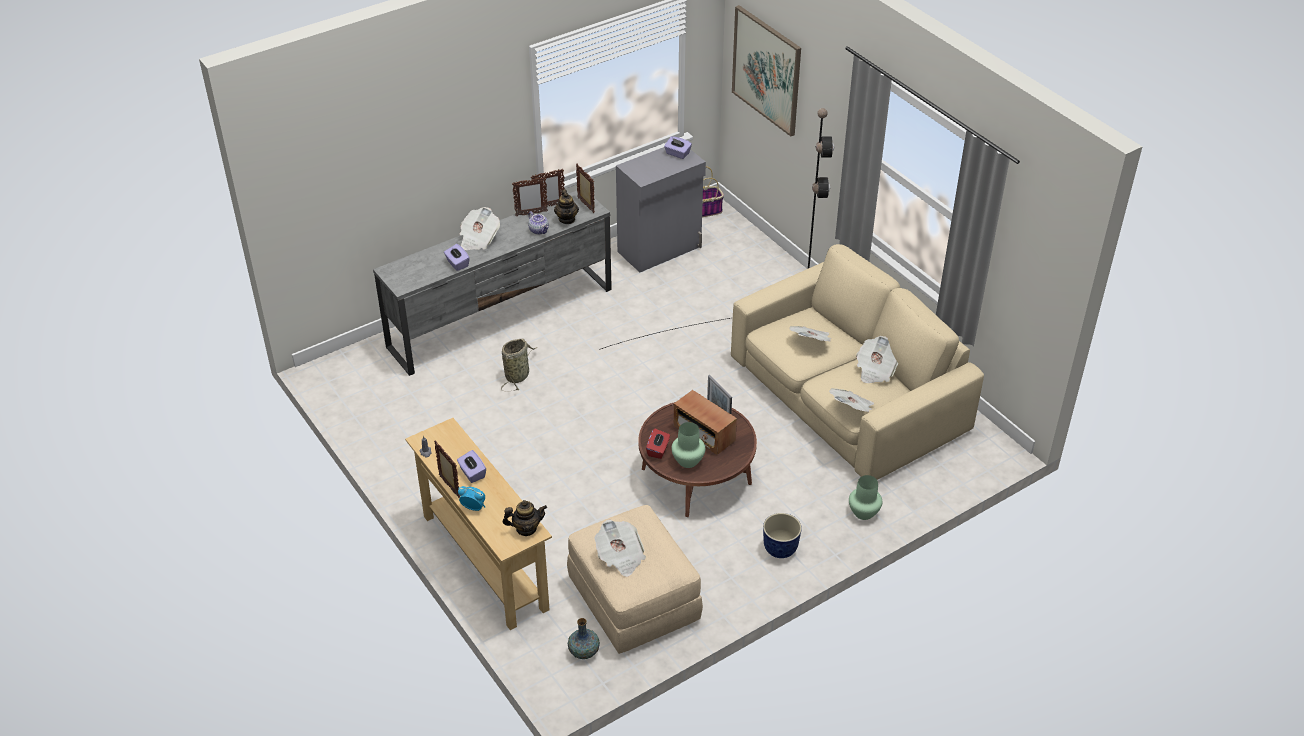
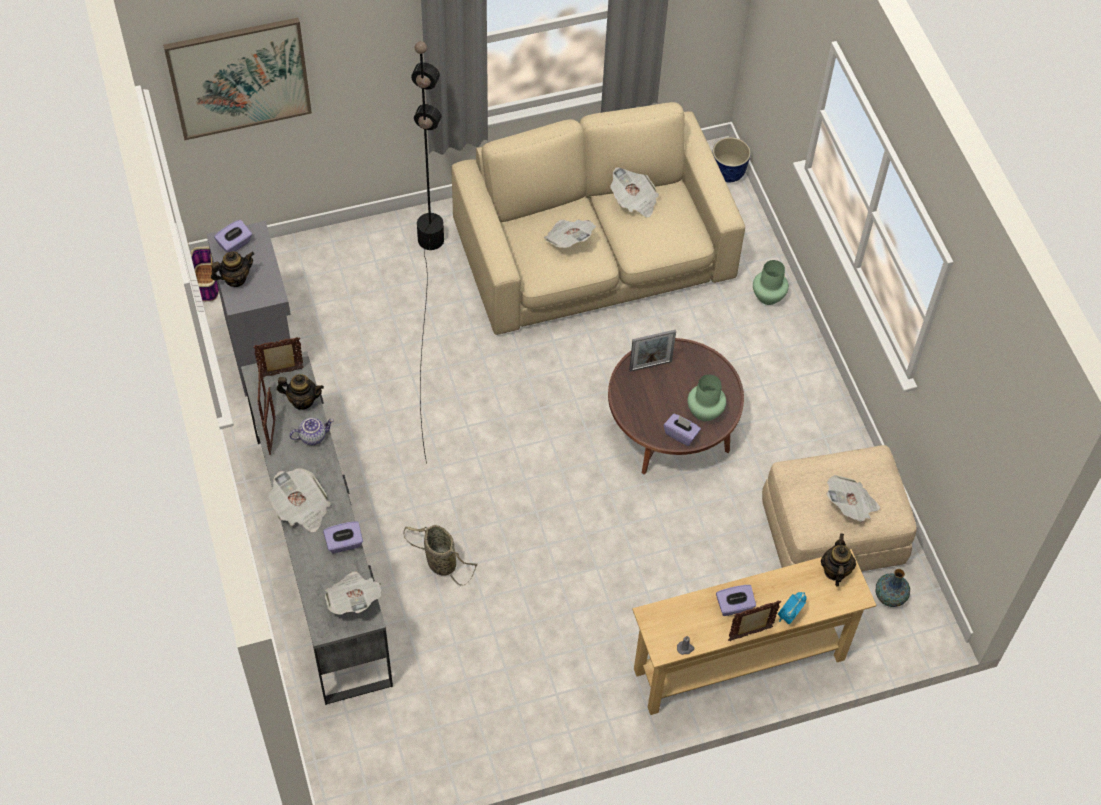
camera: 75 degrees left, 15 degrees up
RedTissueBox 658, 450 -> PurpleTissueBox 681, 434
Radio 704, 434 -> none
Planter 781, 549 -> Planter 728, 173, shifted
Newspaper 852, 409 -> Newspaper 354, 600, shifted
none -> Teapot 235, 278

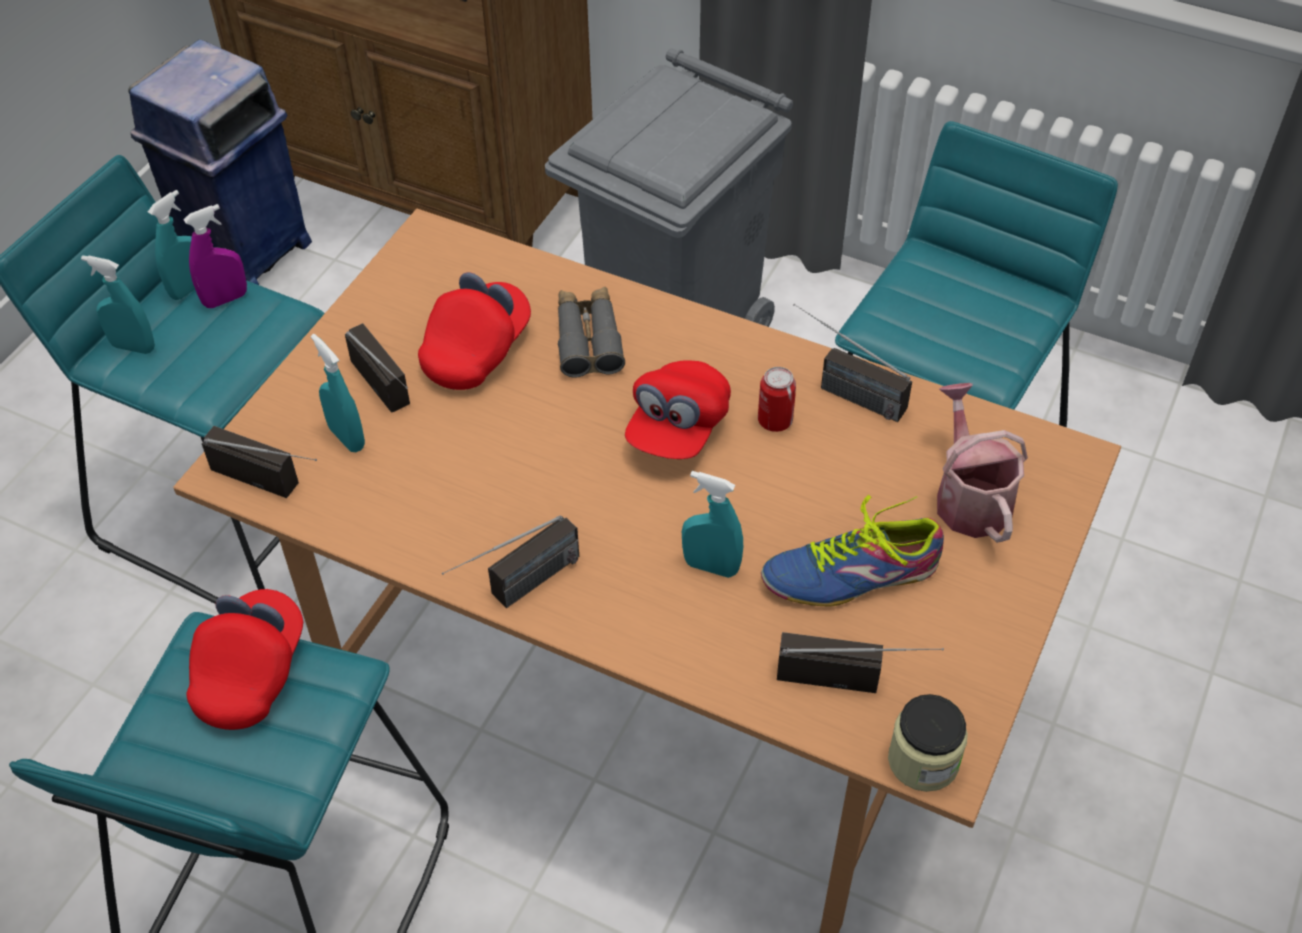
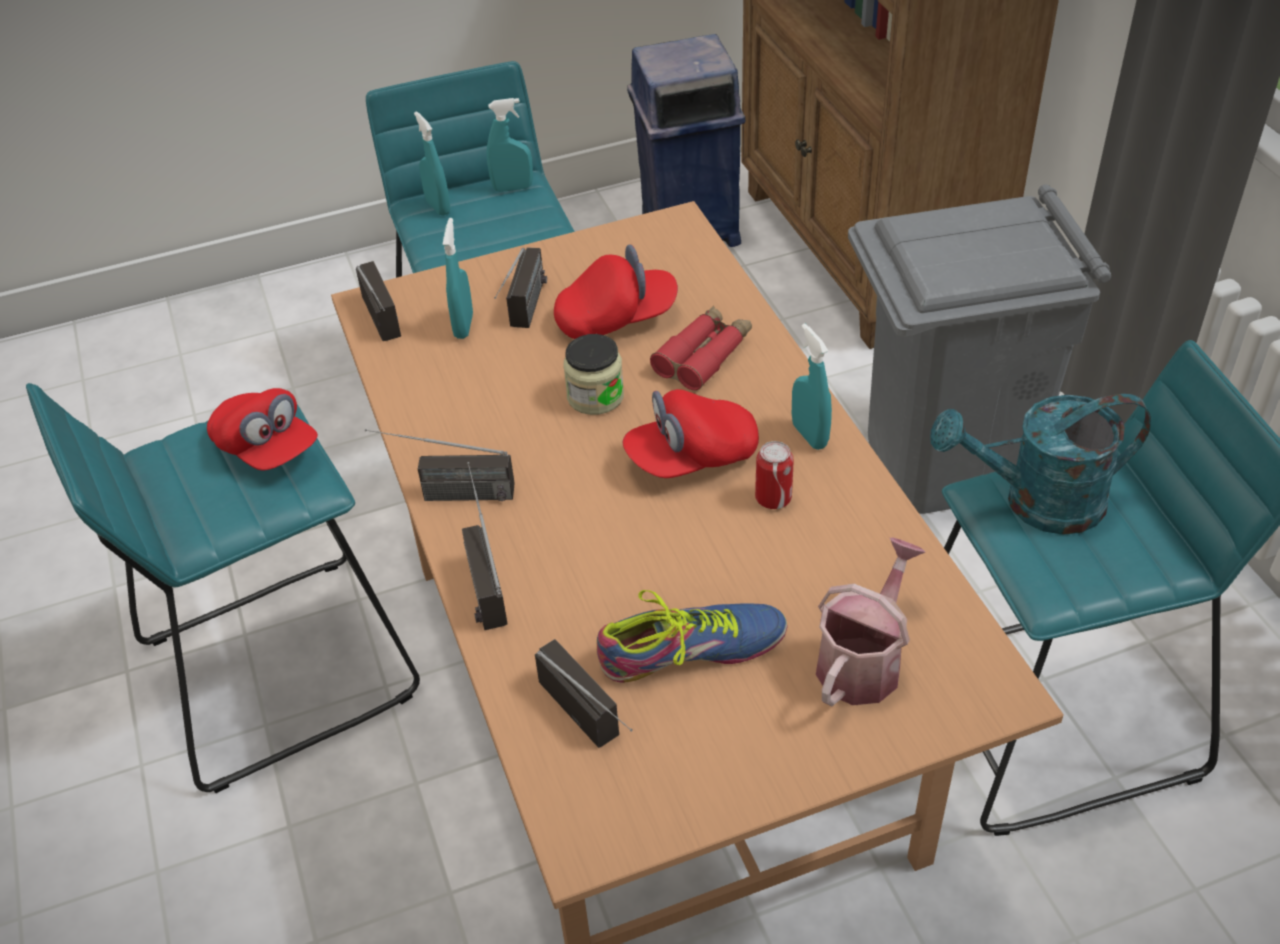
camera: 45 degrees right, 5 degrees down
PurpleSprayBottle 225, 299 -> none
RedCap 251, 672 -> RedCap 267, 448, 75 degrees clockwise
GreyBinoculars 588, 339 -> RedBinoculars 704, 356
TurquoiseSprayBottle 711, 566 -> TurquoiseSprayBottle 809, 435, shifted
Shoe 852, 575 -> Shoe 691, 650, 135 degrees clockwise
Radio 841, 391 -> Radio 479, 573, shifted
Jar 923, 761 -> Jar 595, 396, shifted
none -> TurquoiseWateringCan 1036, 502

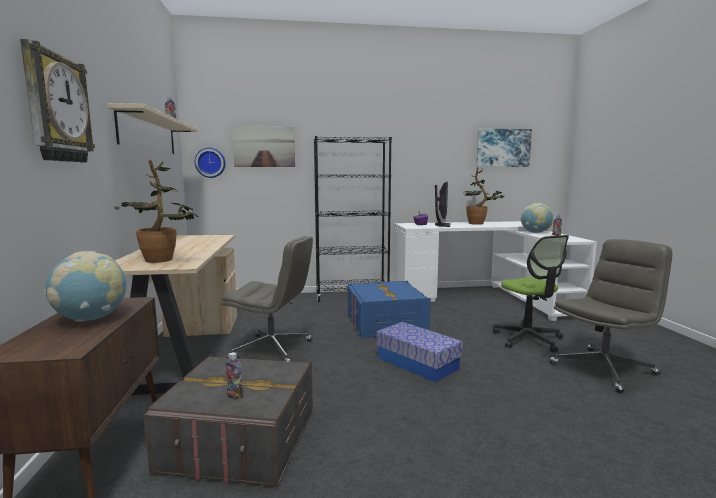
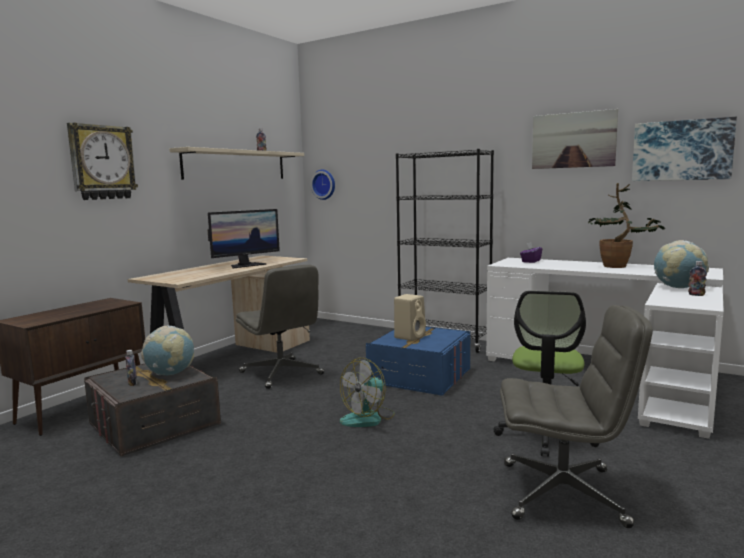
camera: 40 degrees right, 0 degrees up
Globe 91, 319 -> Globe 170, 374, shifted
PottedPlant 162, 261 -> none
Picture 264, 146 -> Picture 573, 140, shifted
StorageBox 417, 363 -> Fan 368, 418
Monitor 442, 225 -> Monitor 246, 265, shifted
none -> BeigeSpeaker 410, 336

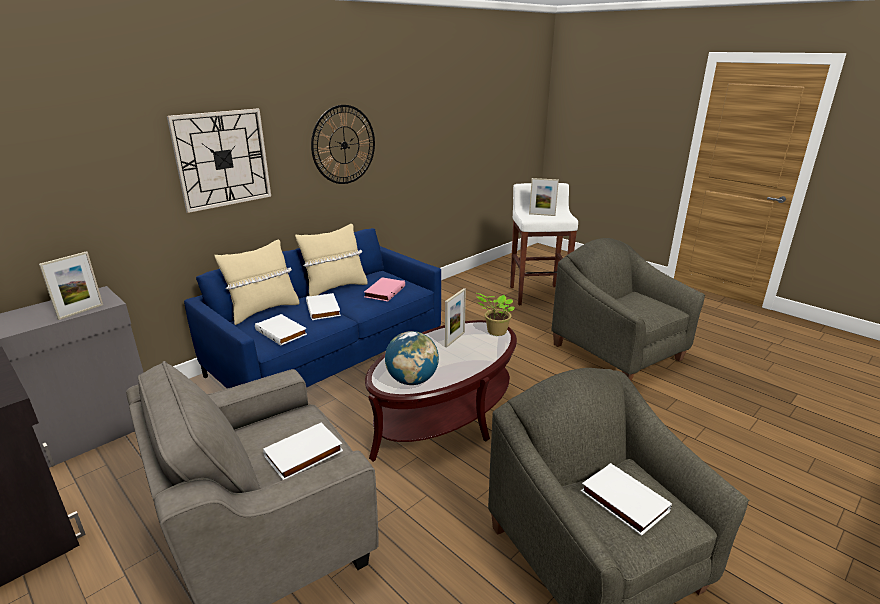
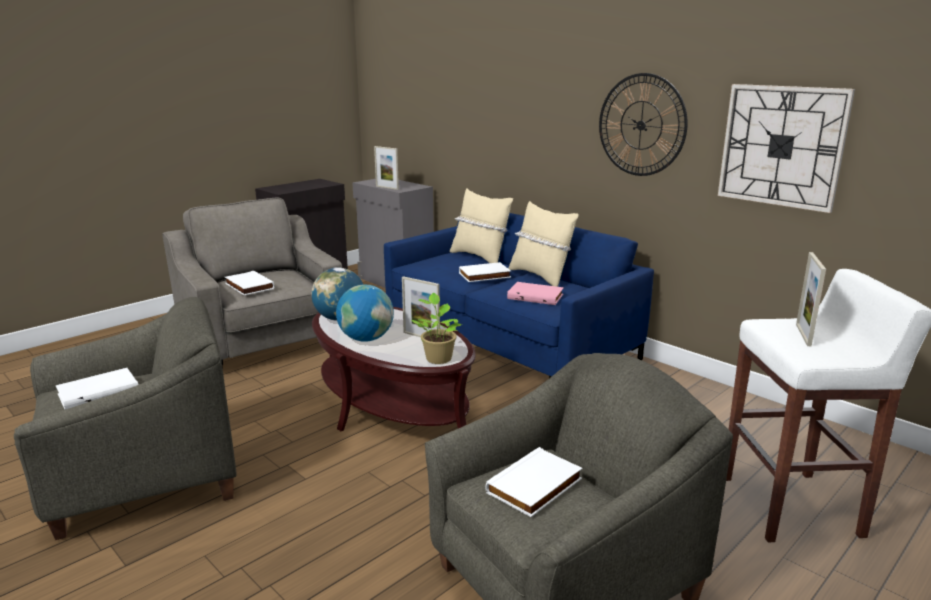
camera: 90 degrees right, 5 degrees down
WallClock 222, 159 -> WallClock 781, 146, shifted
WhiteBook 282, 332 -> WhiteBook 535, 487, shifted
none -> Globe 366, 339

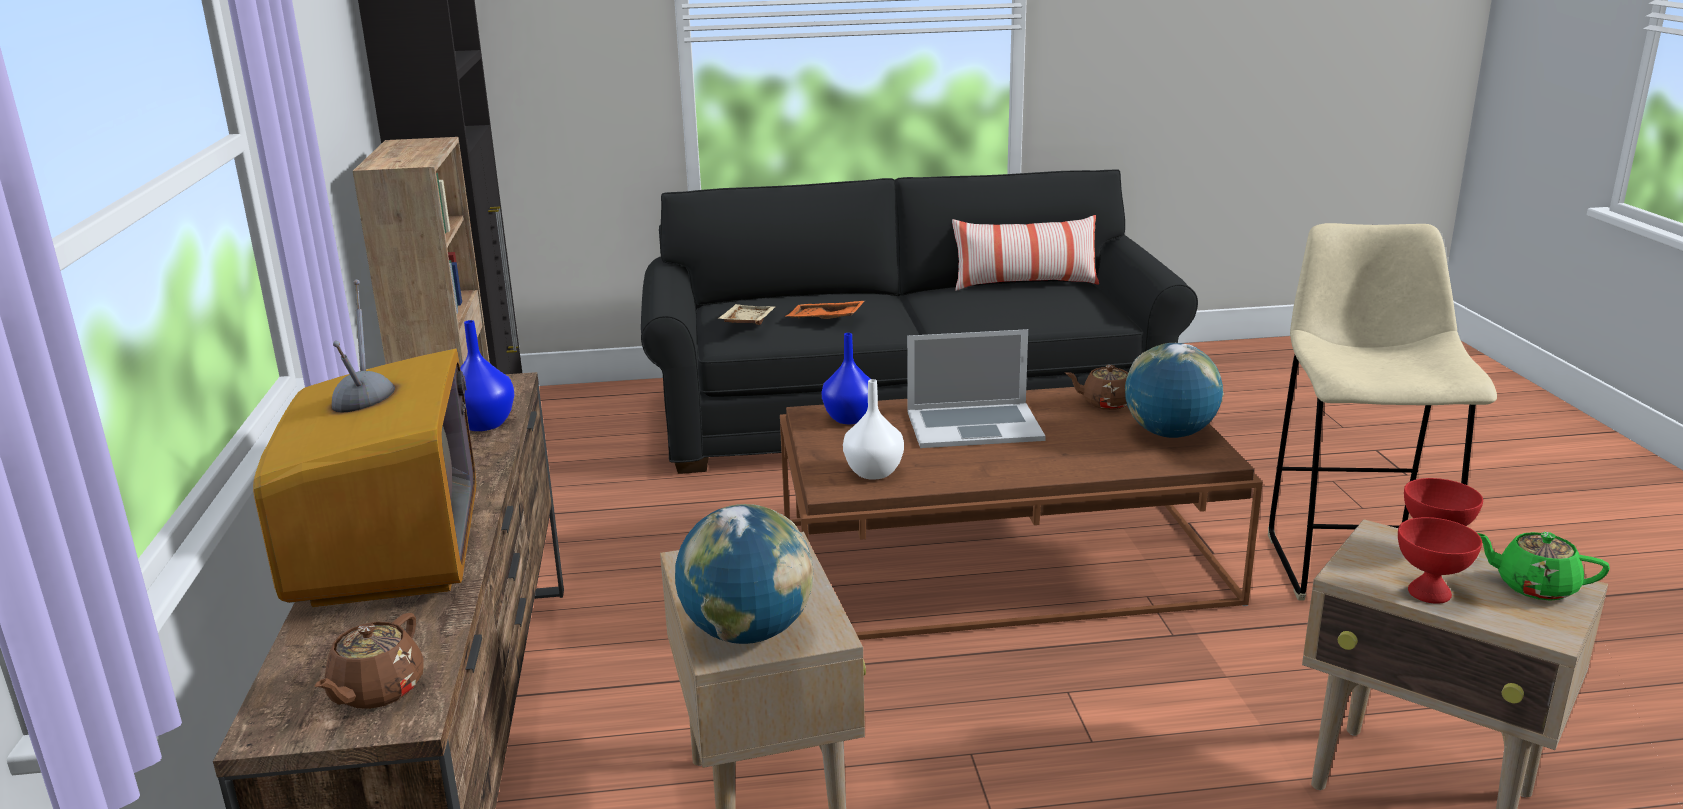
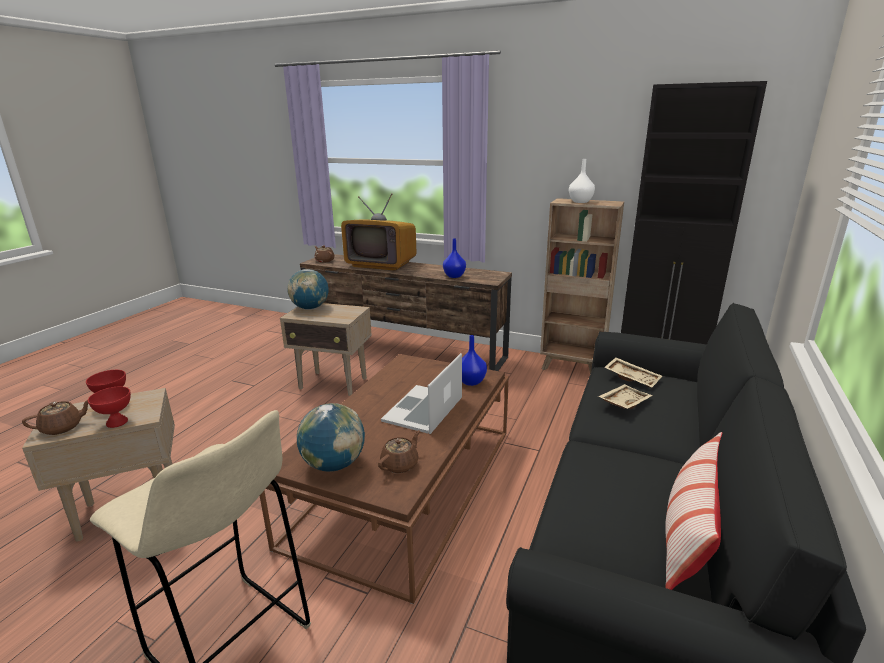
camera: 120 degrees right, 0 degrees up
OrangeTray 825, 319 -> BeigeTray 623, 402
WhiteVase 872, 472 -> WhiteVase 580, 201, shifted
GreenTeapot 1534, 586 -> BrownTeapot 63, 427

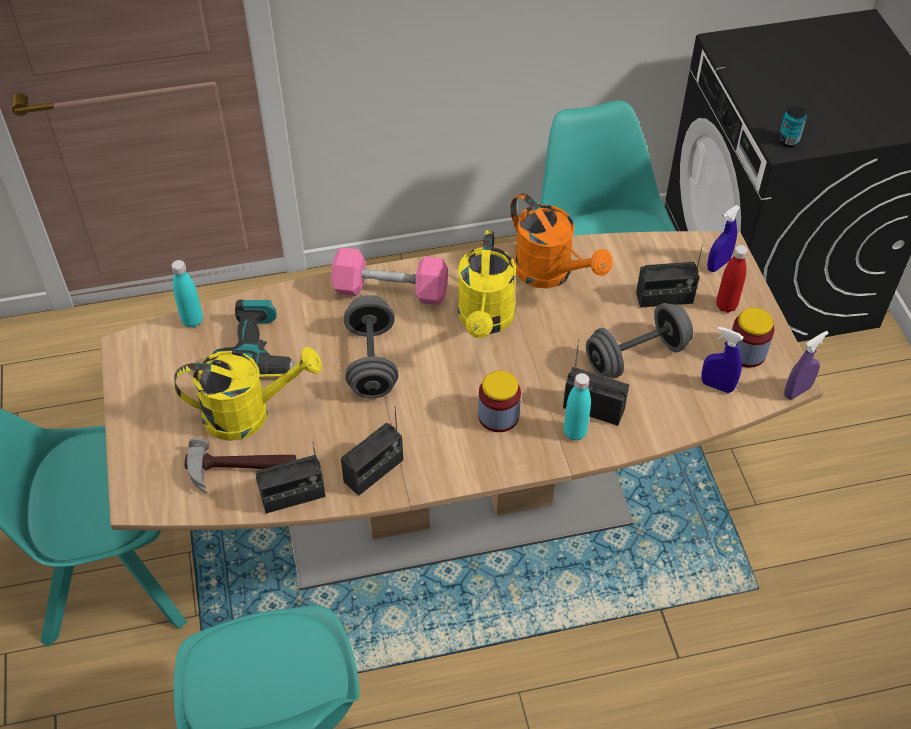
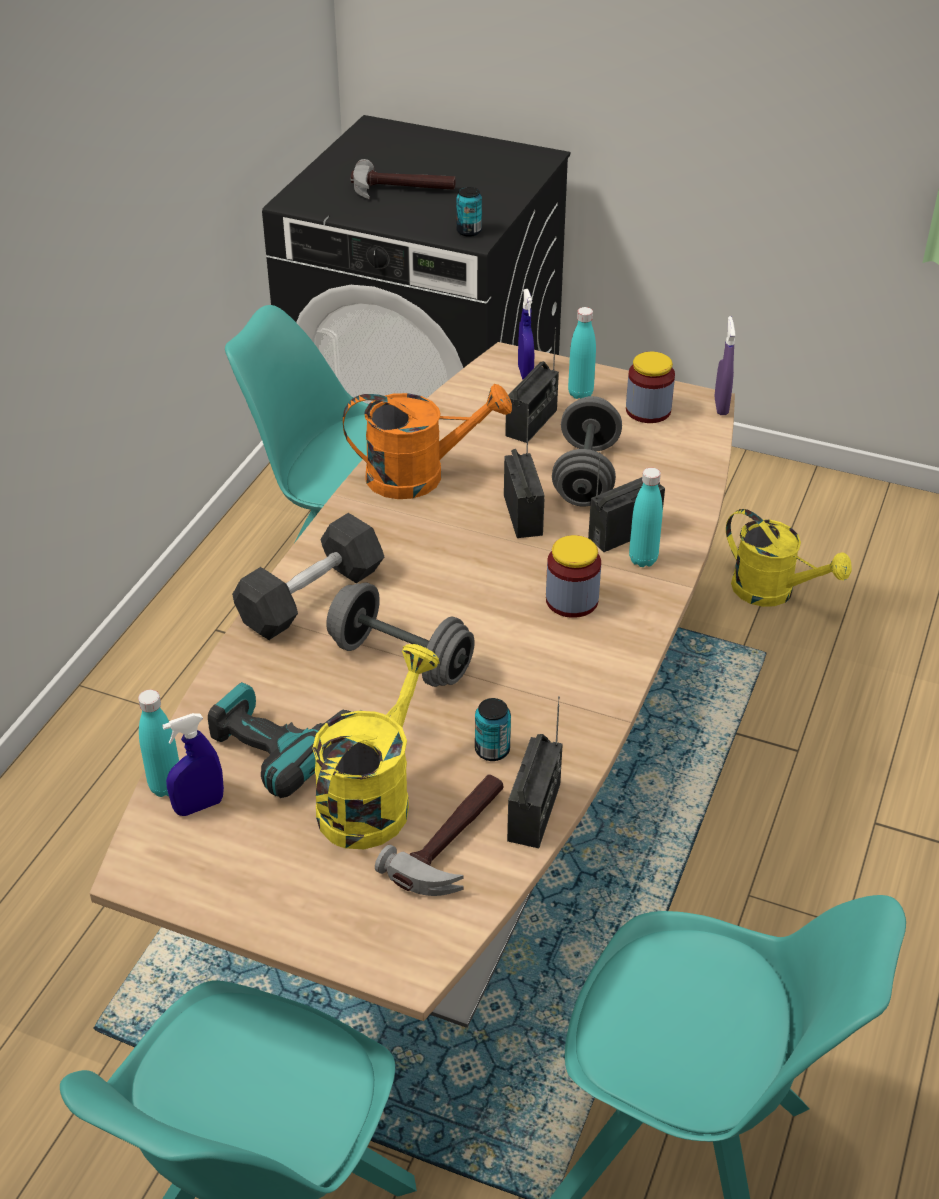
camera: 55 degrees left, 10 degrees down
PinkDumbbell 390, 290 -> GreyDumbbell 311, 597
Radio 374, 471 -> Radio 523, 515, shifted
YellowWateringCan 485, 321 -> YellowWateringCan 773, 592, shifted
BlueSprayBottle 717, 386 -> BlueSprayBottle 199, 806, shifted
RedBottle 726, 306 -> TurquoiseBottle 580, 393
none -> Hammer 402, 191
none -> Can 492, 750

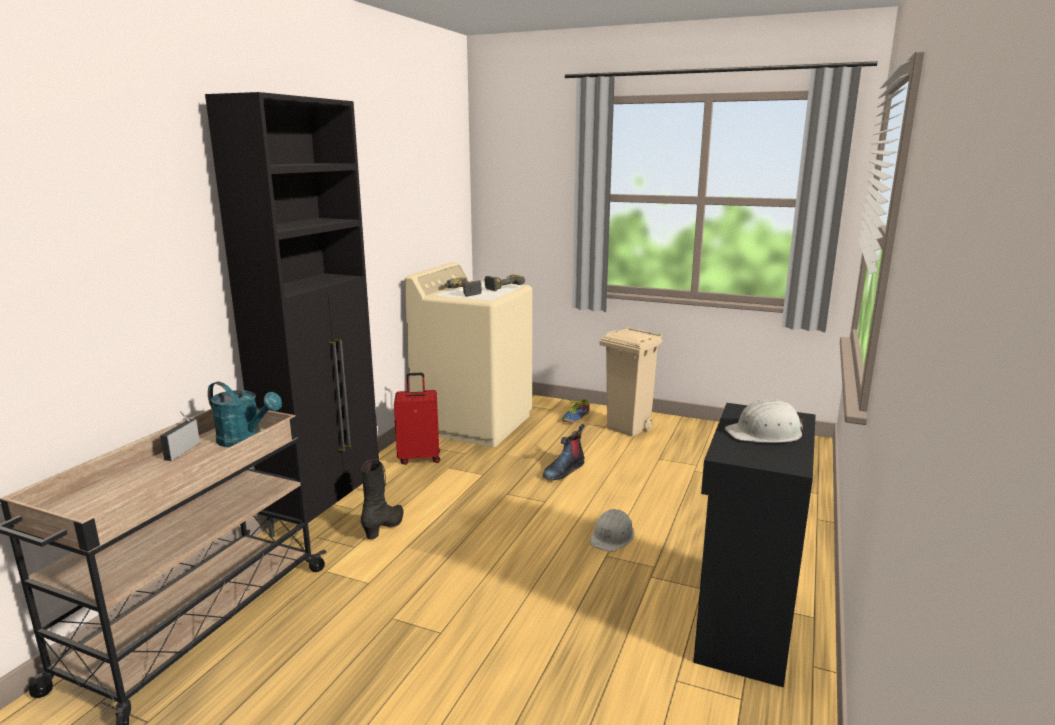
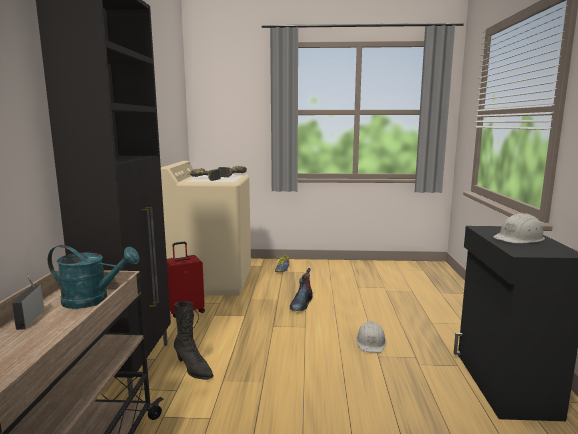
camera: 20 degrees left, 5 degrees down
BlackBoot 385, 527 -> BlackBoot 193, 368, 135 degrees clockwise
BeigeTrashCan 628, 428 -> none

